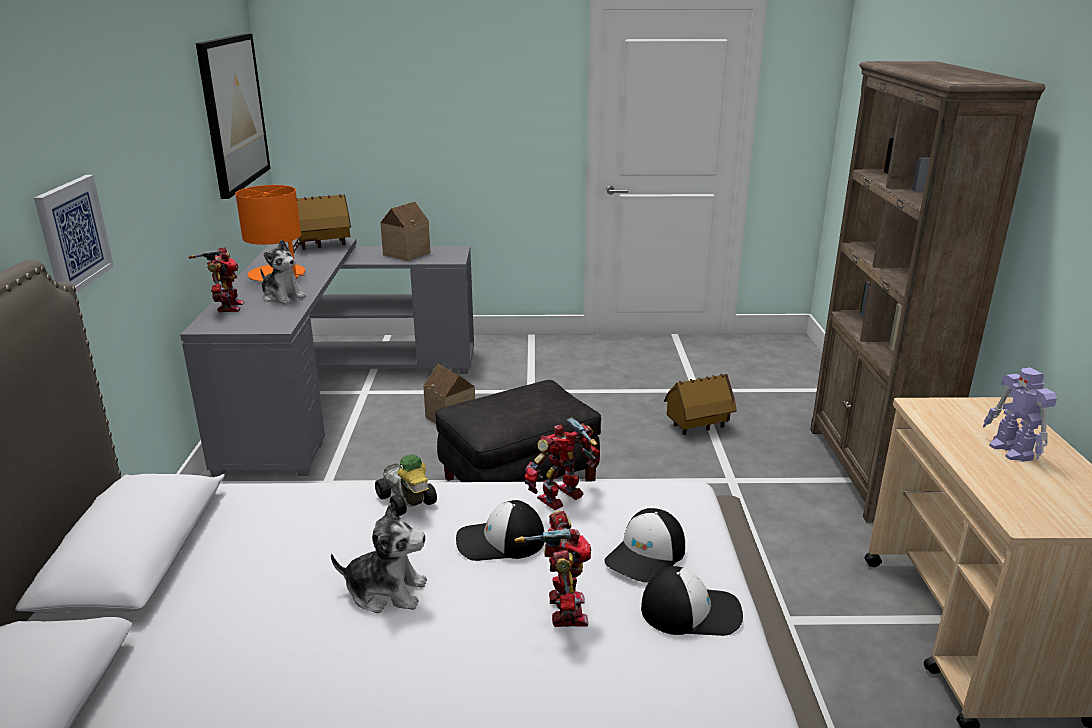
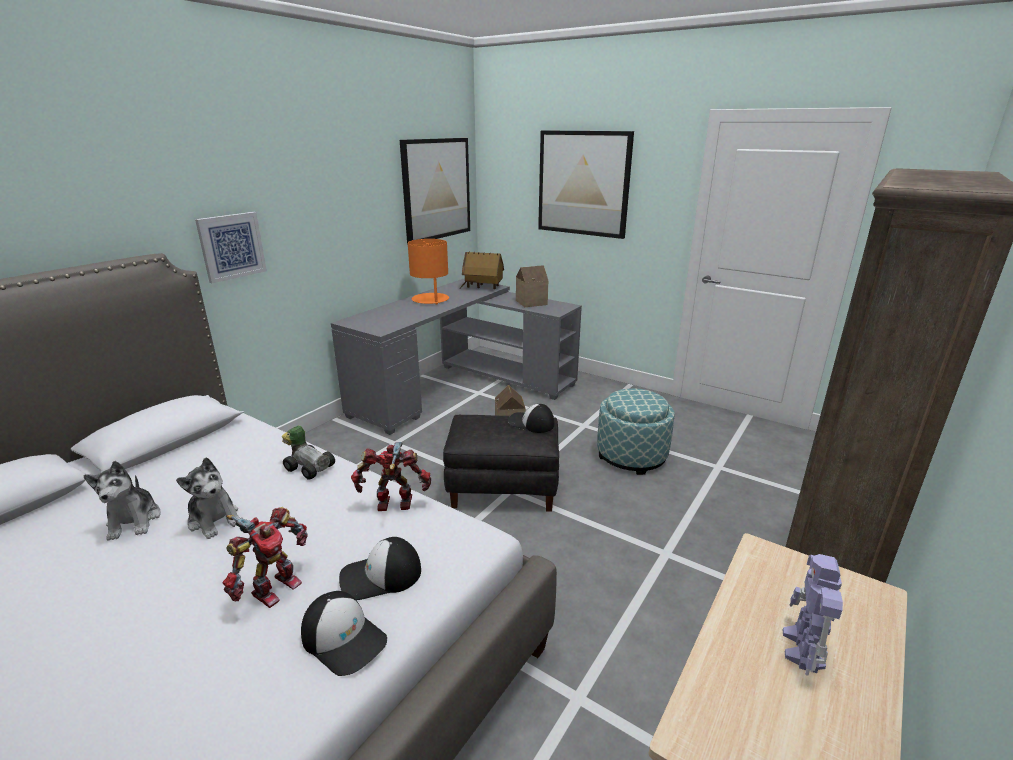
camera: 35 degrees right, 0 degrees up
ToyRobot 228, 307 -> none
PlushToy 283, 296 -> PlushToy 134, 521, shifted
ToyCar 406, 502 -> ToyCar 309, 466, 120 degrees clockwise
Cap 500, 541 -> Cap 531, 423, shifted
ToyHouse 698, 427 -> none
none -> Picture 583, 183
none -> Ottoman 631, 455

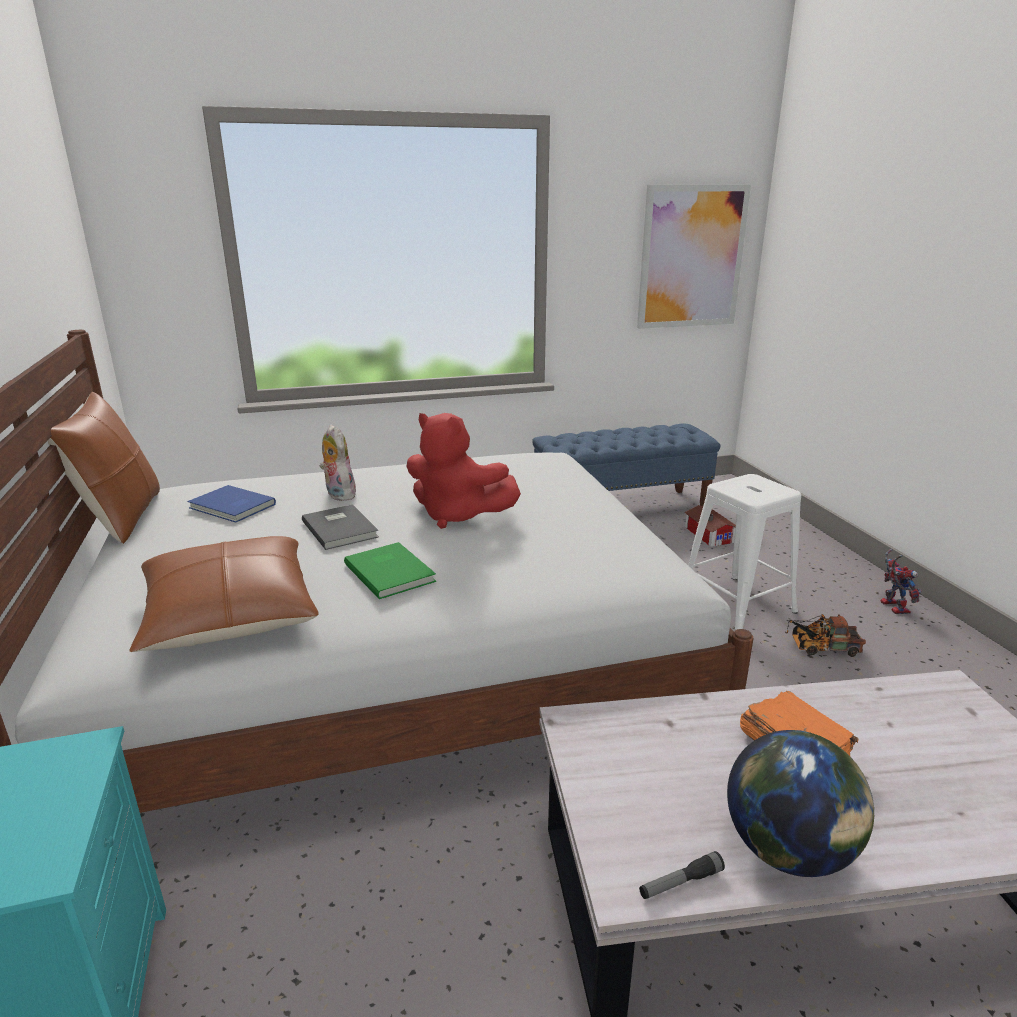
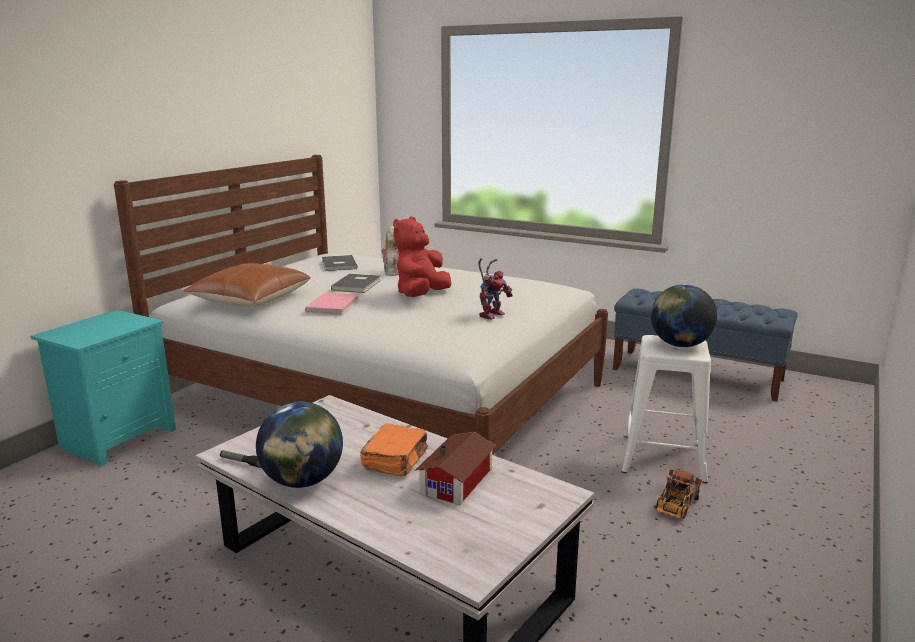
camera: 45 degrees right, 5 degrees down
BrownPillow 121, 518 -> none
BlueBook 231, 507 -> GreyBook 338, 265
GreenBook 391, 571 -> PinkBook 334, 305
RedPlushToy 457, 515 -> RedPlushToy 421, 295, 45 degrees clockwise
Picture 691, 257 -> none
ToyHouse 709, 534 -> ToyHouse 459, 480, shifted
ToyTruck 820, 648 -> ToyTruck 675, 507, 105 degrees counterclockwise
ToyRobot 891, 606 -> ToyRobot 491, 314, shifted
none -> Globe 679, 345

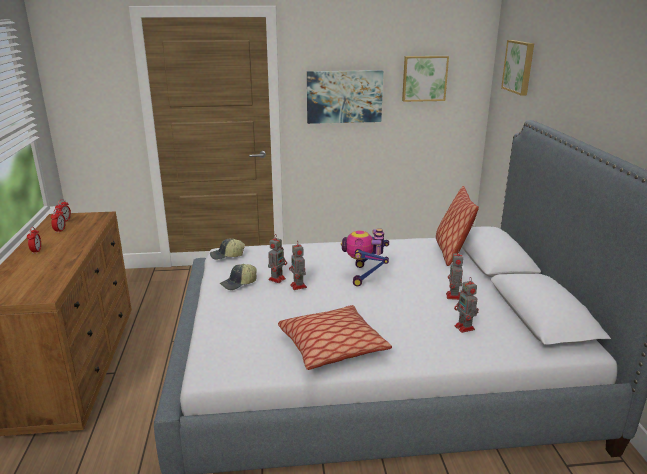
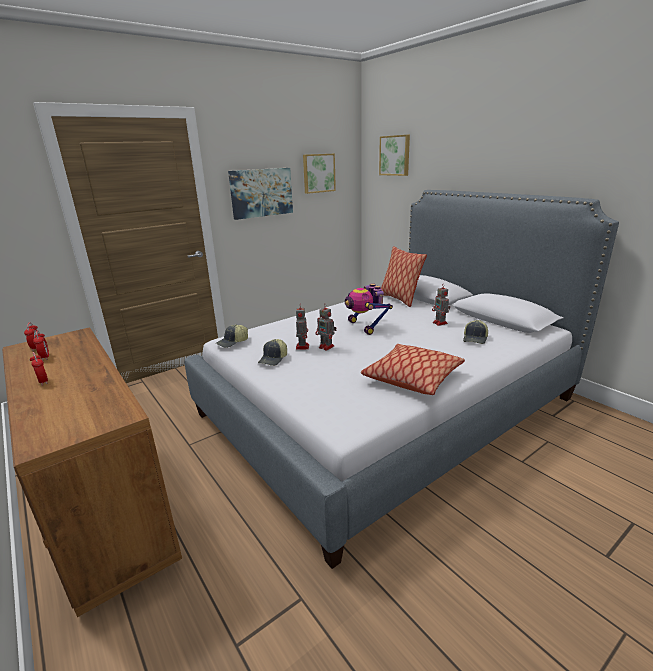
camera: 30 degrees left, 0 degrees up
ToyRobot 465, 328 -> Cap 475, 339

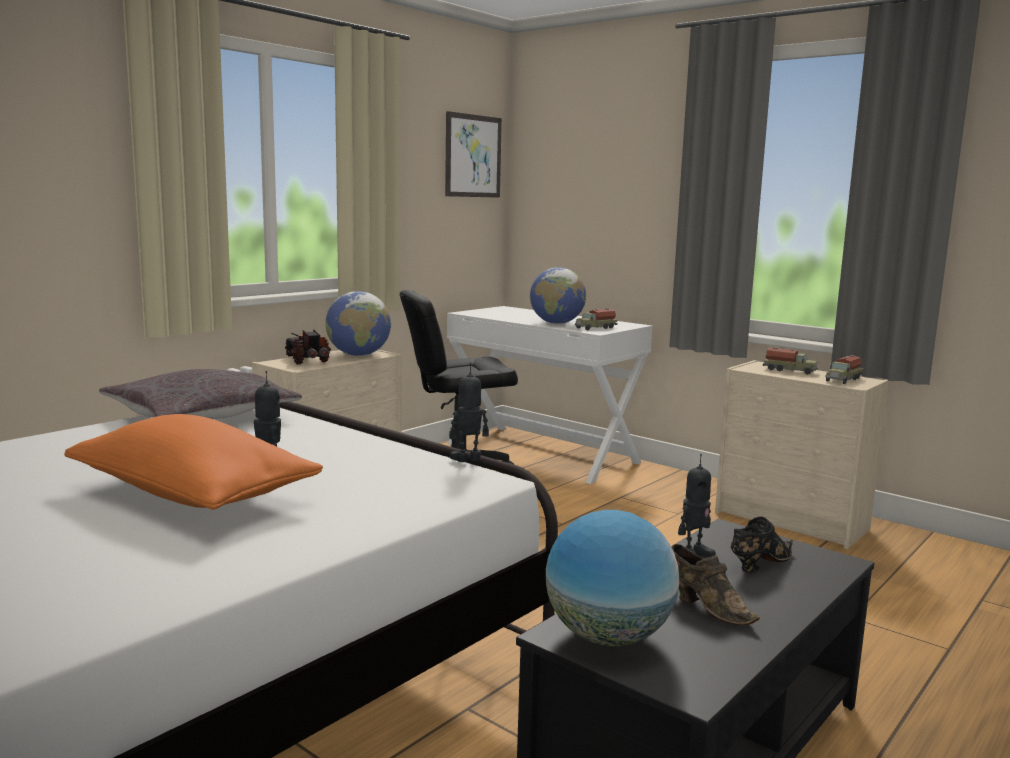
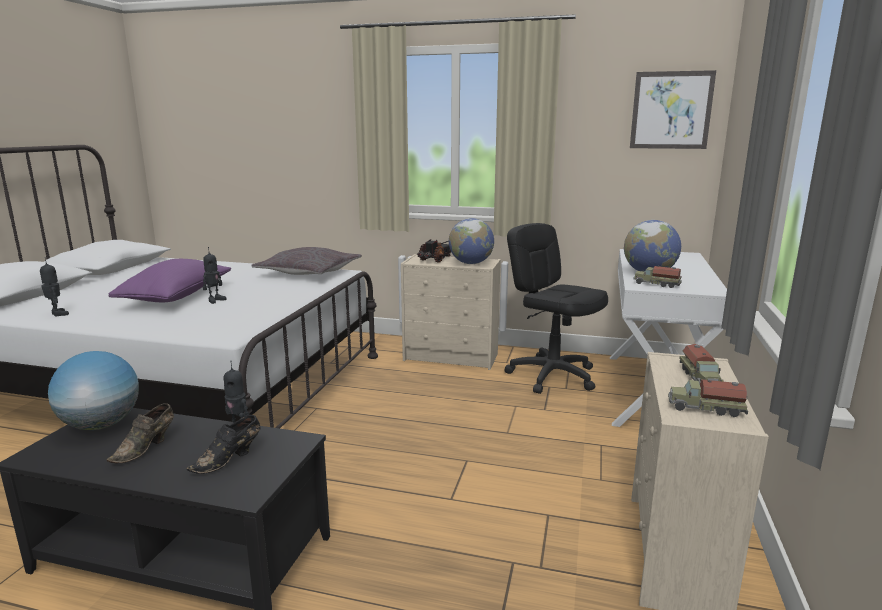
camera: 65 degrees right, 5 degrees up
OrangePillow 193, 495 -> PurplePillow 177, 297
ToyRobot 468, 459 -> ToyRobot 57, 314, shifted
BlackShoe 759, 564 -> BlackShoe 229, 459, 105 degrees clockwise

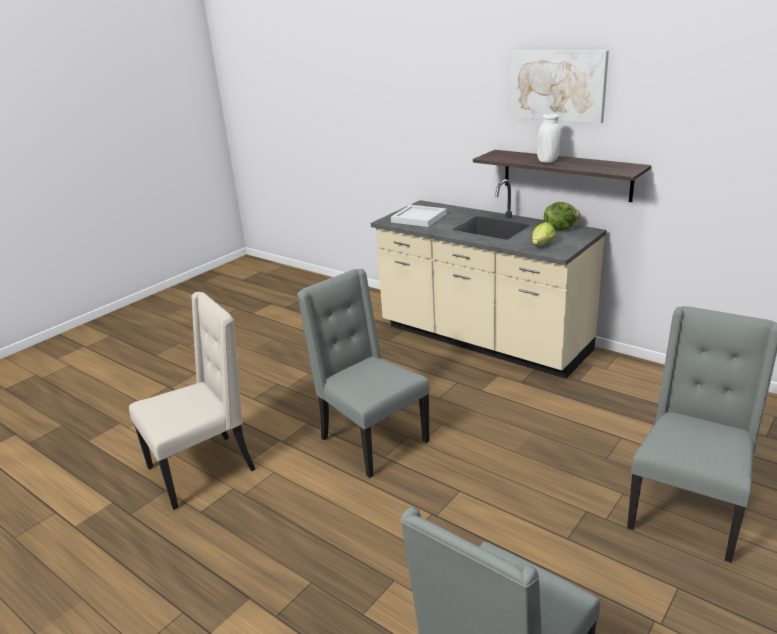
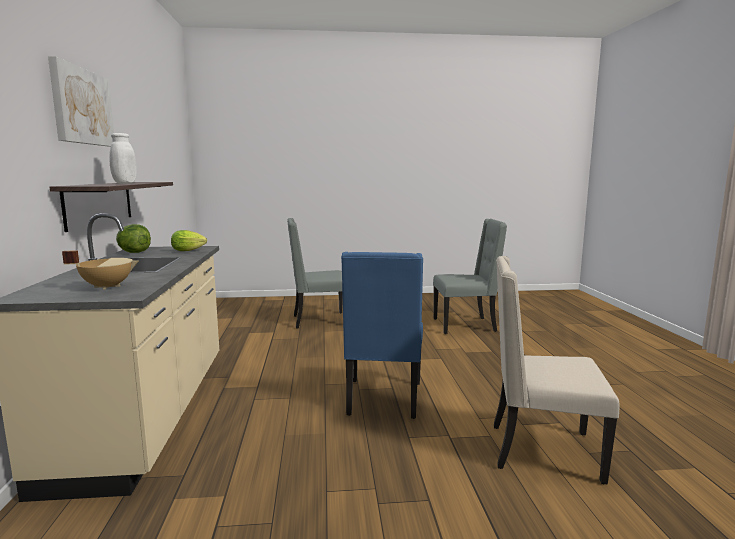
camera: 135 degrees left, 15 degrees down
GreyChair 371, 440 -> BlueChair 383, 399
WhiteTray 420, 218 -> BeigeCookingPot 107, 286

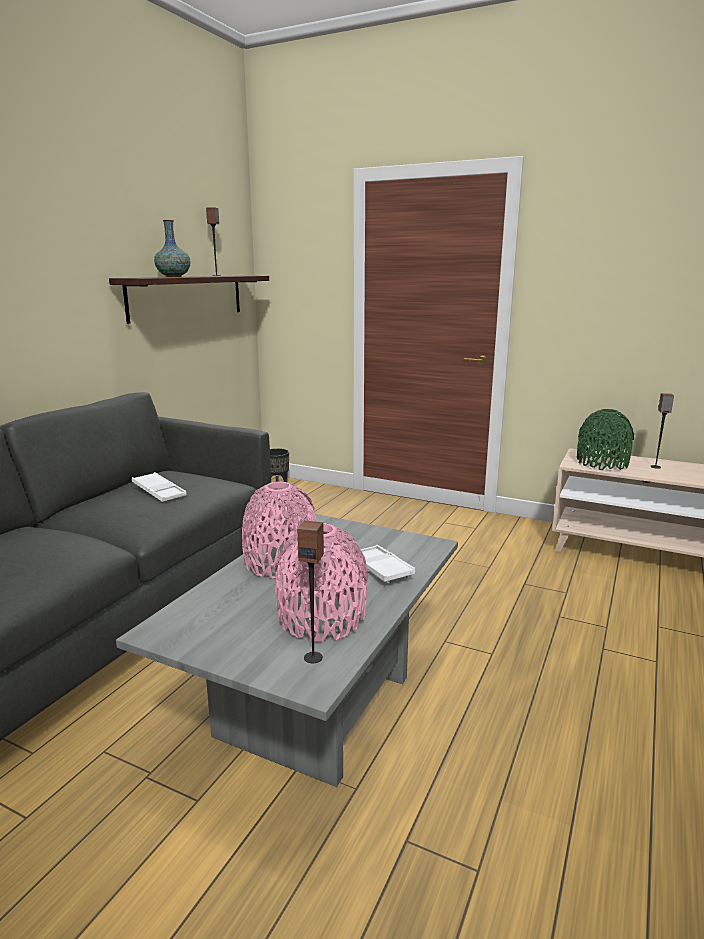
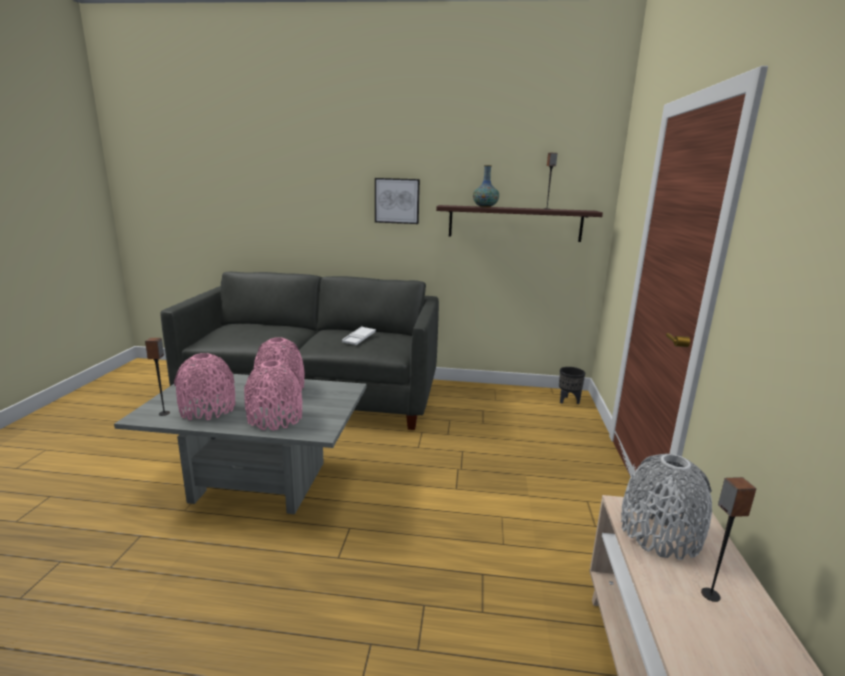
camera: 70 degrees right, 0 degrees up
WhiteTray 380, 568 -> PinkVase 275, 418
GreenVase 602, 463 -> GreyVase 660, 533
none -> Picture 397, 201

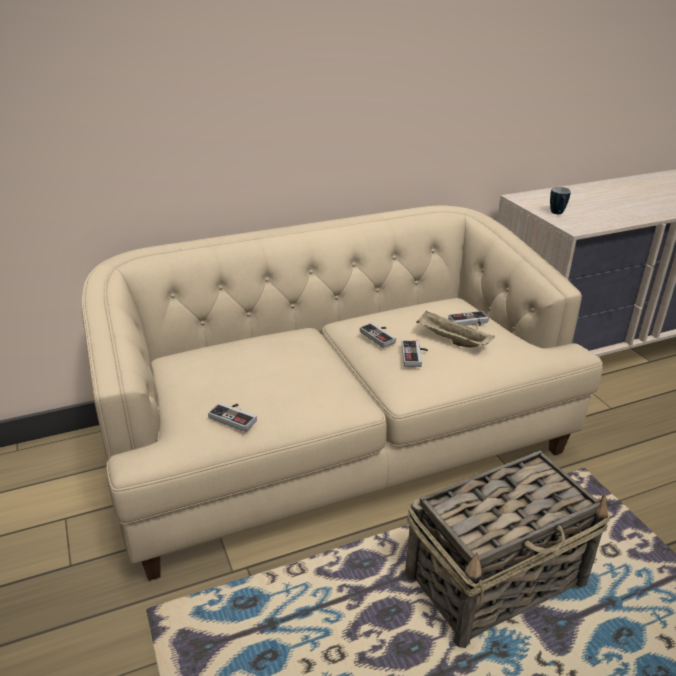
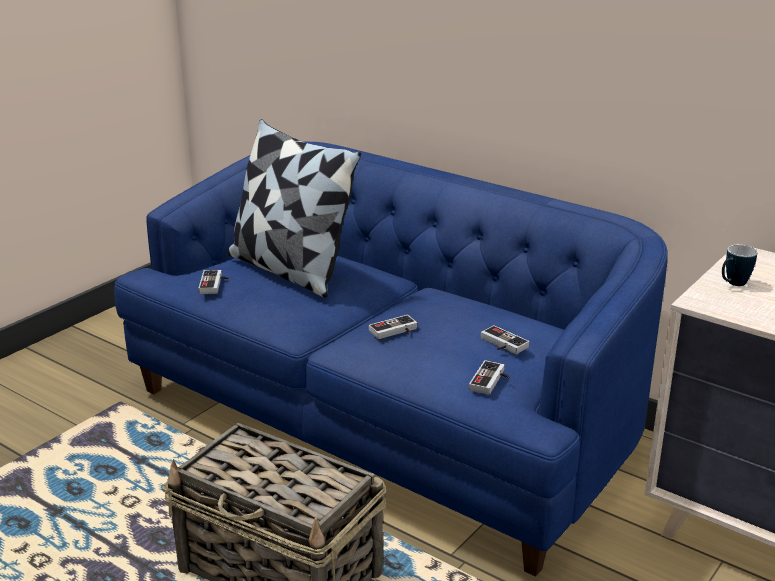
camera: 60 degrees right, 5 degrees down
BeigeSofa 337, 445 -> BlueSofa 386, 420
GameController 380, 336 -> GameController 491, 381, shifted
BeigeTray 451, 340 -> none
none -> Pillow 289, 270

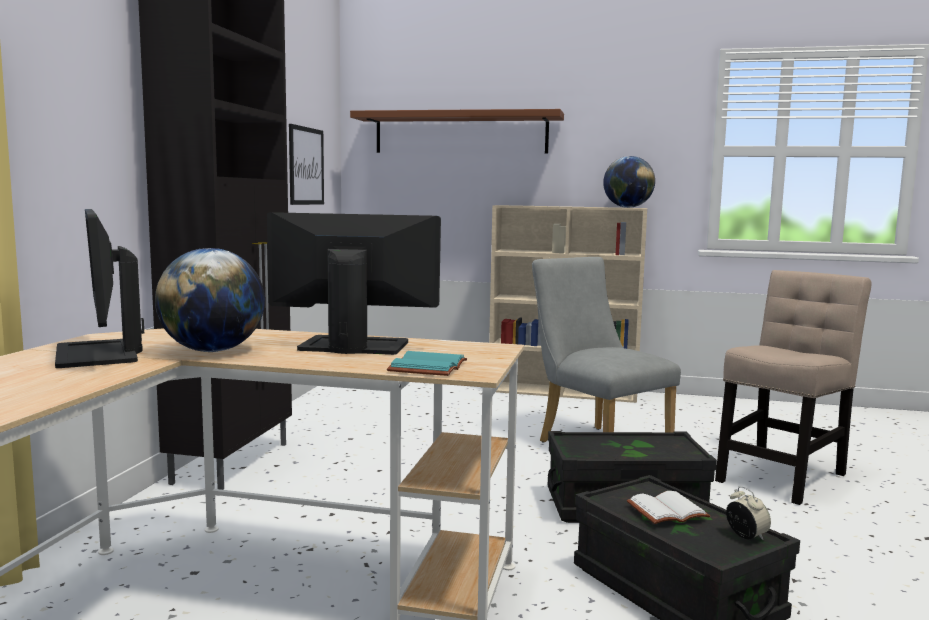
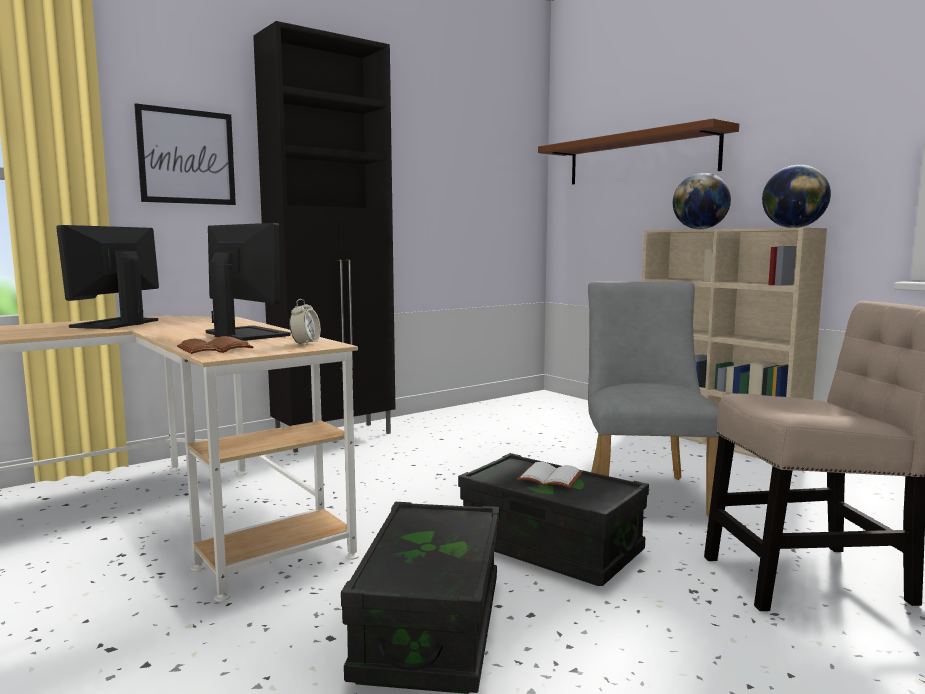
camera: 40 degrees right, 0 degrees up
Globe 212, 351 -> Globe 699, 229, shifted
Picture 306, 166 -> Picture 187, 157, shifted
TurquoiseBook 426, 367 -> BrownBook 215, 349
WhiteBook 667, 512 -> WhiteBook 548, 478, shifted
AlarmClock 746, 536 -> AlarmClock 305, 343, shifted

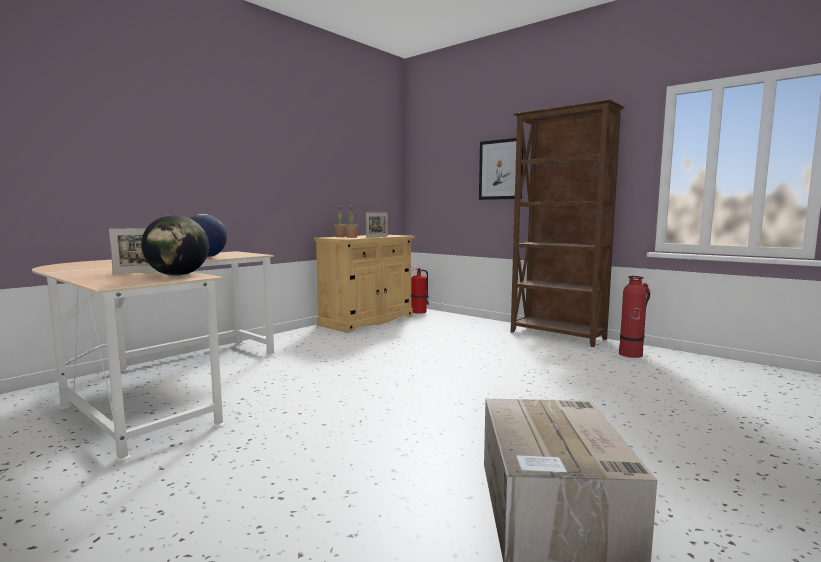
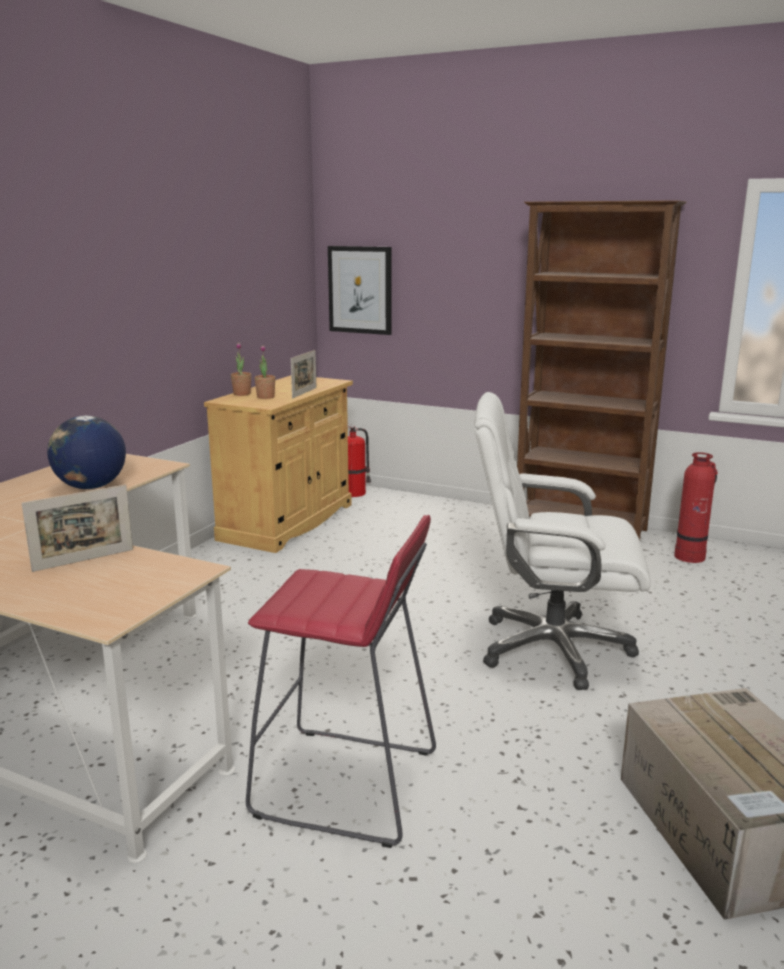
camera: 15 degrees left, 10 degrees up
Globe 178, 275 -> none
Picture 501, 169 -> Picture 360, 290, shifted
none -> RedStool 347, 785
none -> WhiteOfficeChair 551, 648

